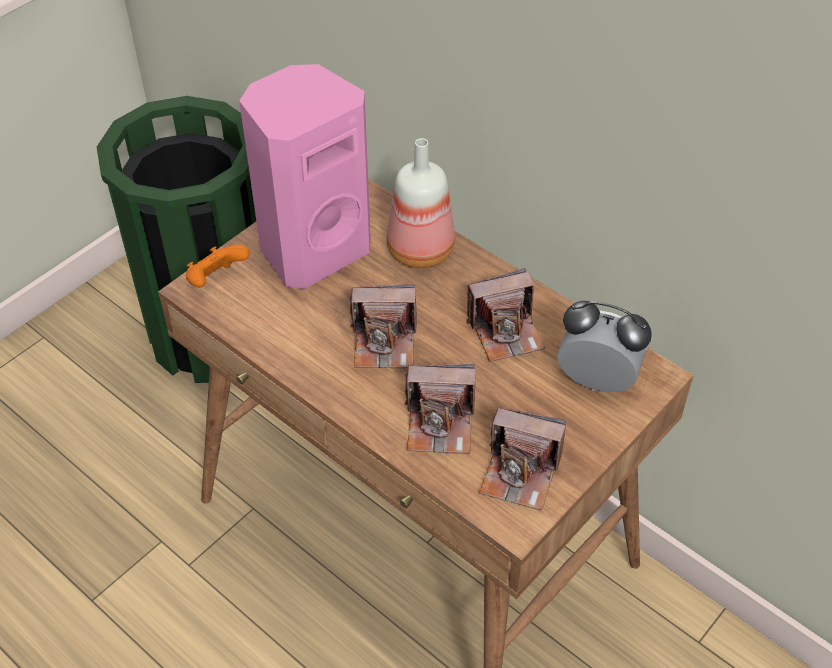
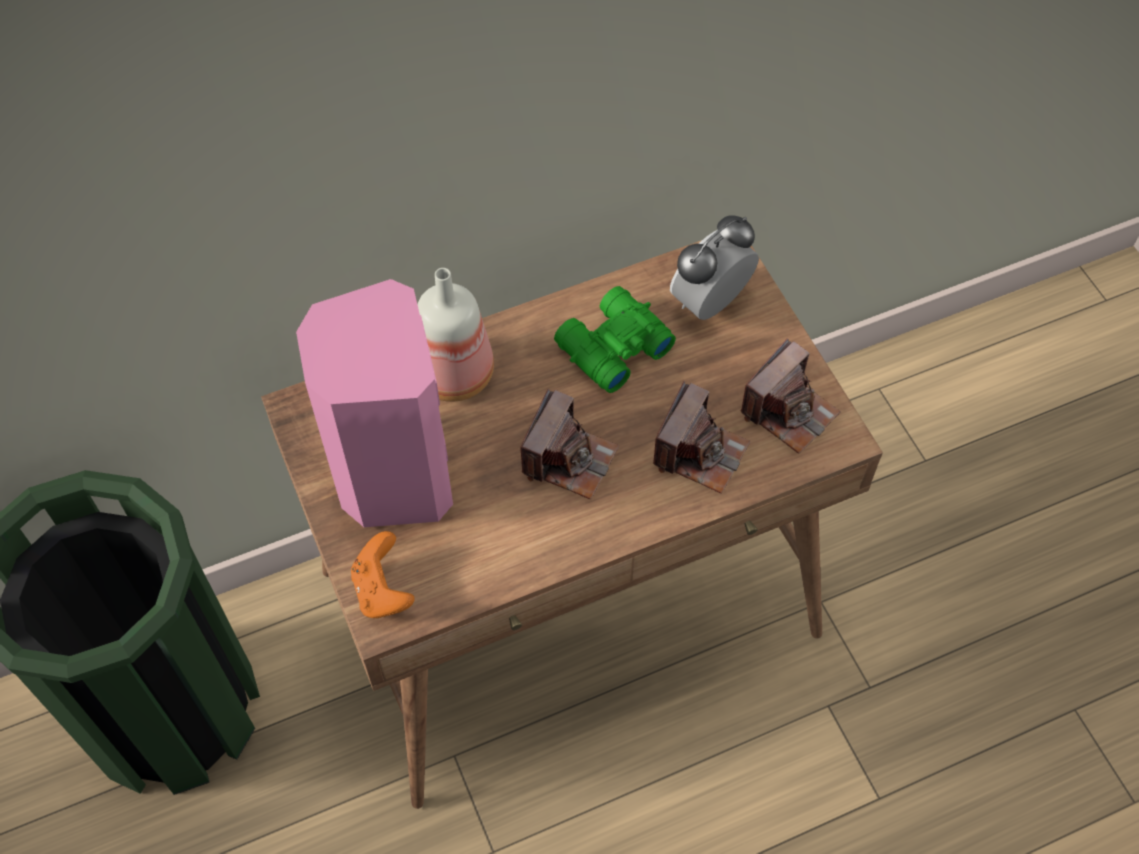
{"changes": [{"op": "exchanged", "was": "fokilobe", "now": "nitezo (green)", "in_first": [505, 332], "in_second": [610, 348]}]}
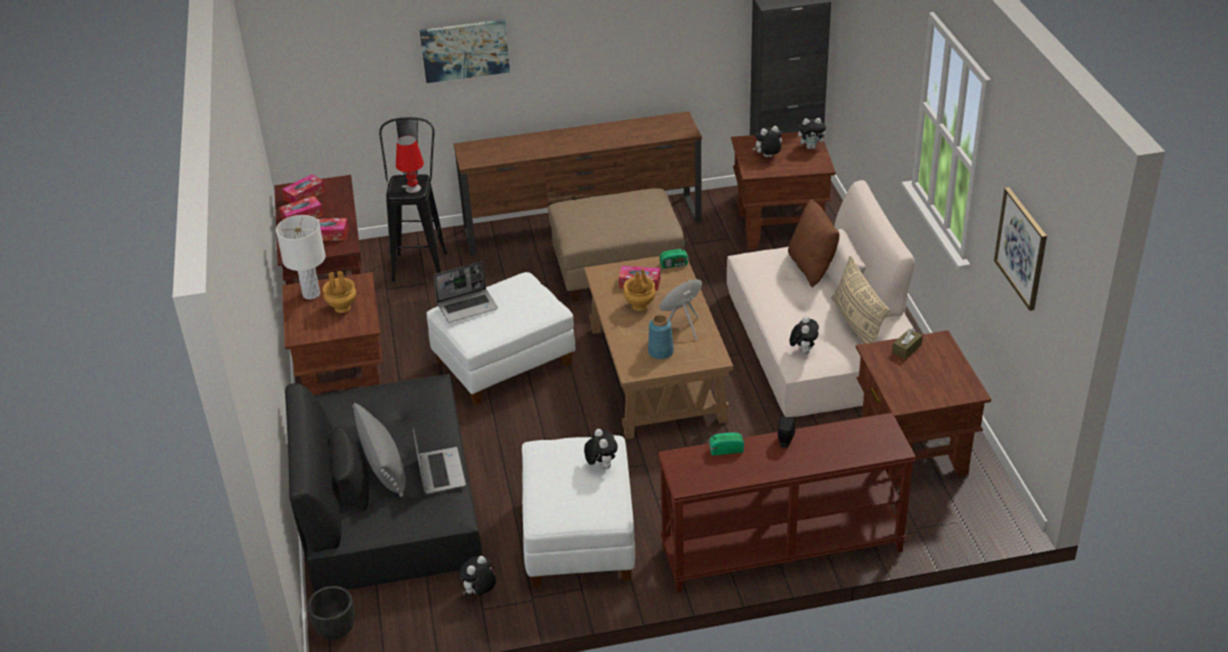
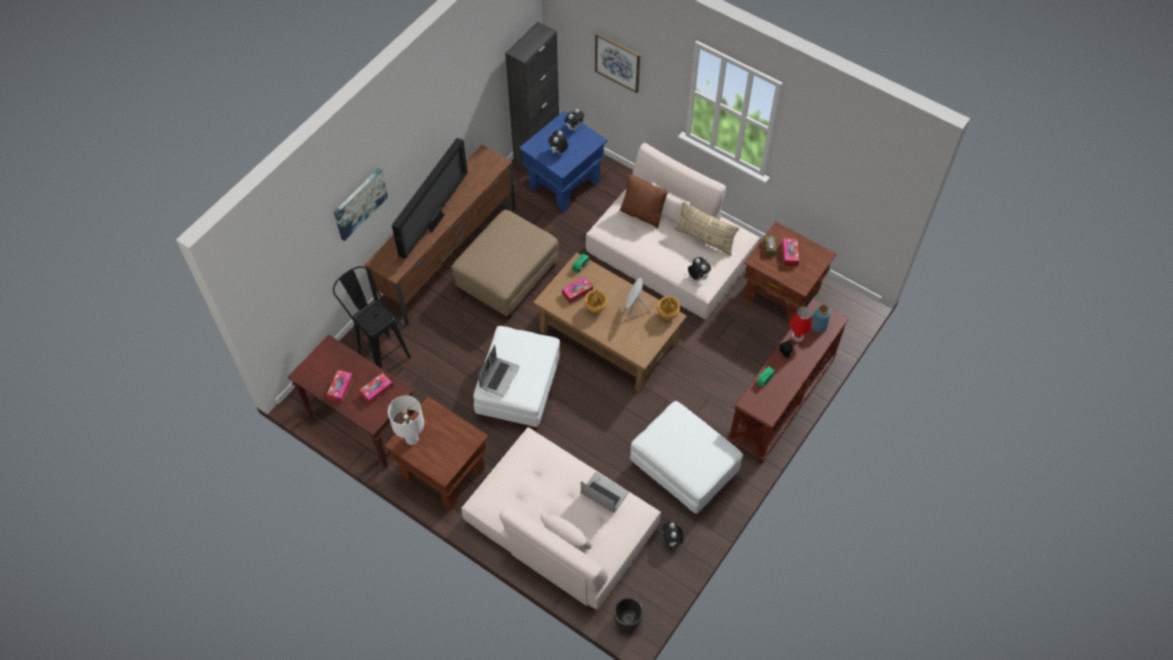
{"changes": [{"op": "missing", "was": "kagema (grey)", "in_first": [383, 464]}, {"op": "missing", "was": "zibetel", "in_first": [601, 465]}, {"op": "appeared", "now": "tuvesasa", "in_second": [435, 221]}, {"op": "relocated", "was": "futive", "in_first": [305, 195], "in_second": [789, 254]}, {"op": "relocated", "was": "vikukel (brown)", "in_first": [342, 308], "in_second": [667, 315]}, {"op": "relocated", "was": "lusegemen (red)", "in_first": [413, 188], "in_second": [797, 336]}, {"op": "relocated", "was": "vikukel (blue)", "in_first": [661, 352], "in_second": [818, 324]}, {"op": "relocated", "was": "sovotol", "in_first": [1021, 248], "in_second": [617, 62]}, {"op": "colour", "was": "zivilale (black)", "now": "zivilale (beige)", "in_first": [389, 499], "in_second": [561, 525]}, {"op": "colour", "was": "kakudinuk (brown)", "now": "kakudinuk (blue)", "in_first": [779, 227], "in_second": [564, 184]}]}
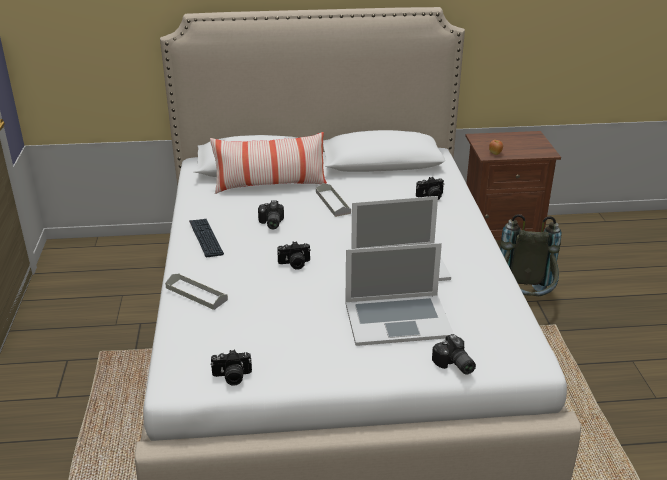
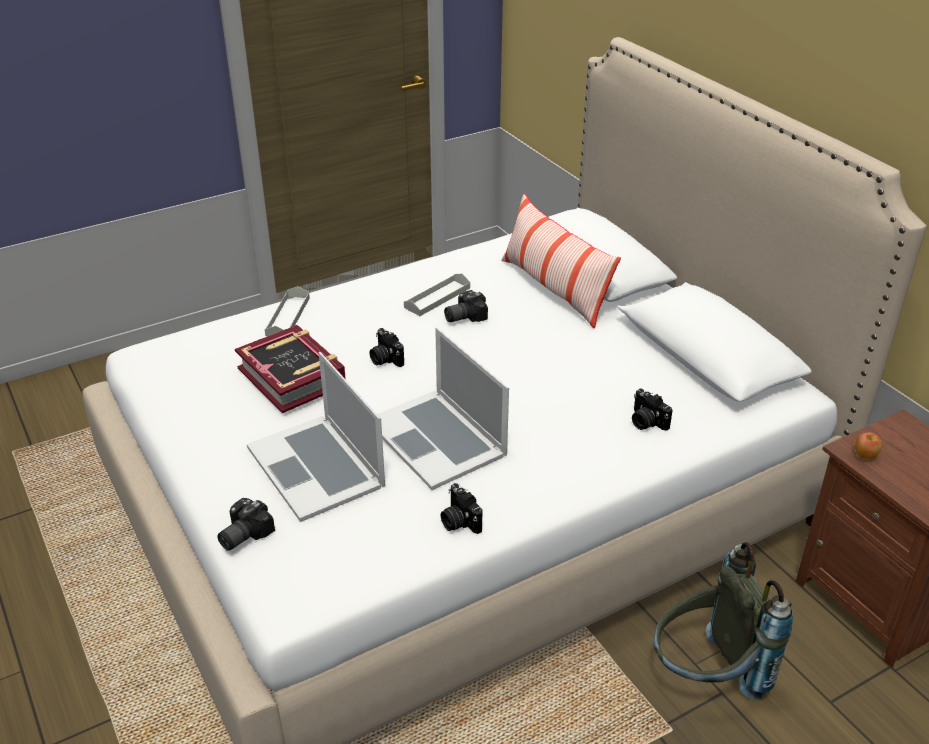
{"changes": [{"op": "missing", "was": "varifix", "in_first": [205, 238]}, {"op": "appeared", "now": "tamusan", "in_second": [292, 377]}, {"op": "relocated", "was": "fokilobe", "in_first": [232, 377], "in_second": [459, 521]}, {"op": "relocated", "was": "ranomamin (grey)", "in_first": [333, 202], "in_second": [437, 297]}]}
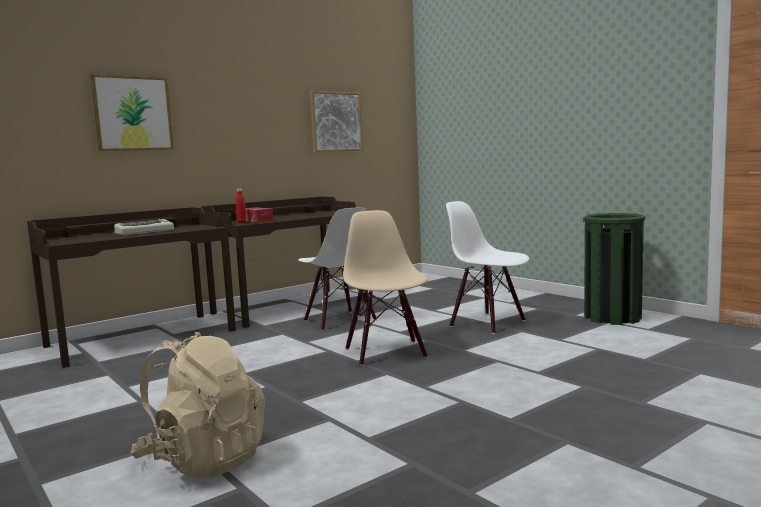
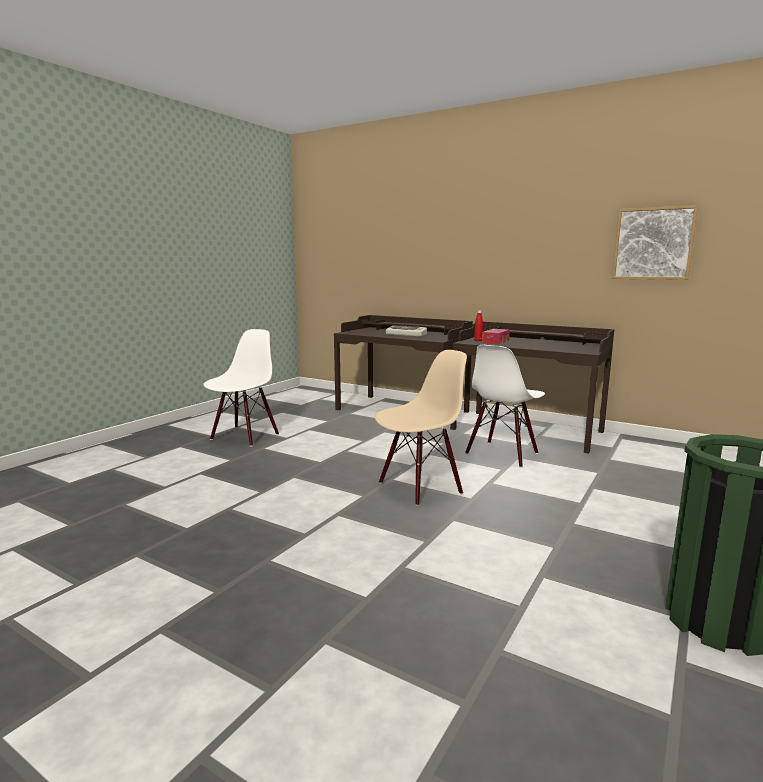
{"changes": [{"op": "missing", "was": "sovotol", "in_first": [133, 113]}, {"op": "missing", "was": "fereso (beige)", "in_first": [203, 460]}, {"op": "relocated", "was": "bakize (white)", "in_first": [488, 323], "in_second": [244, 436]}]}
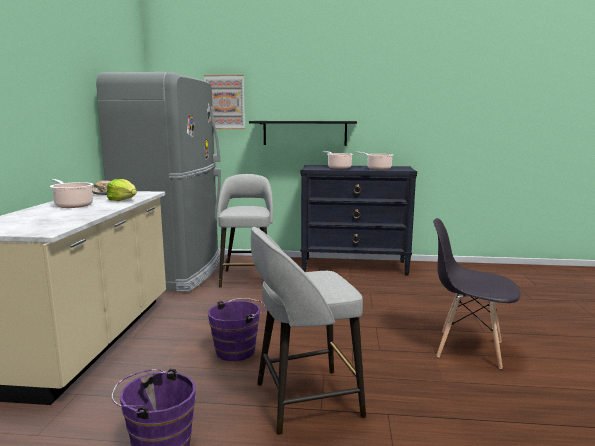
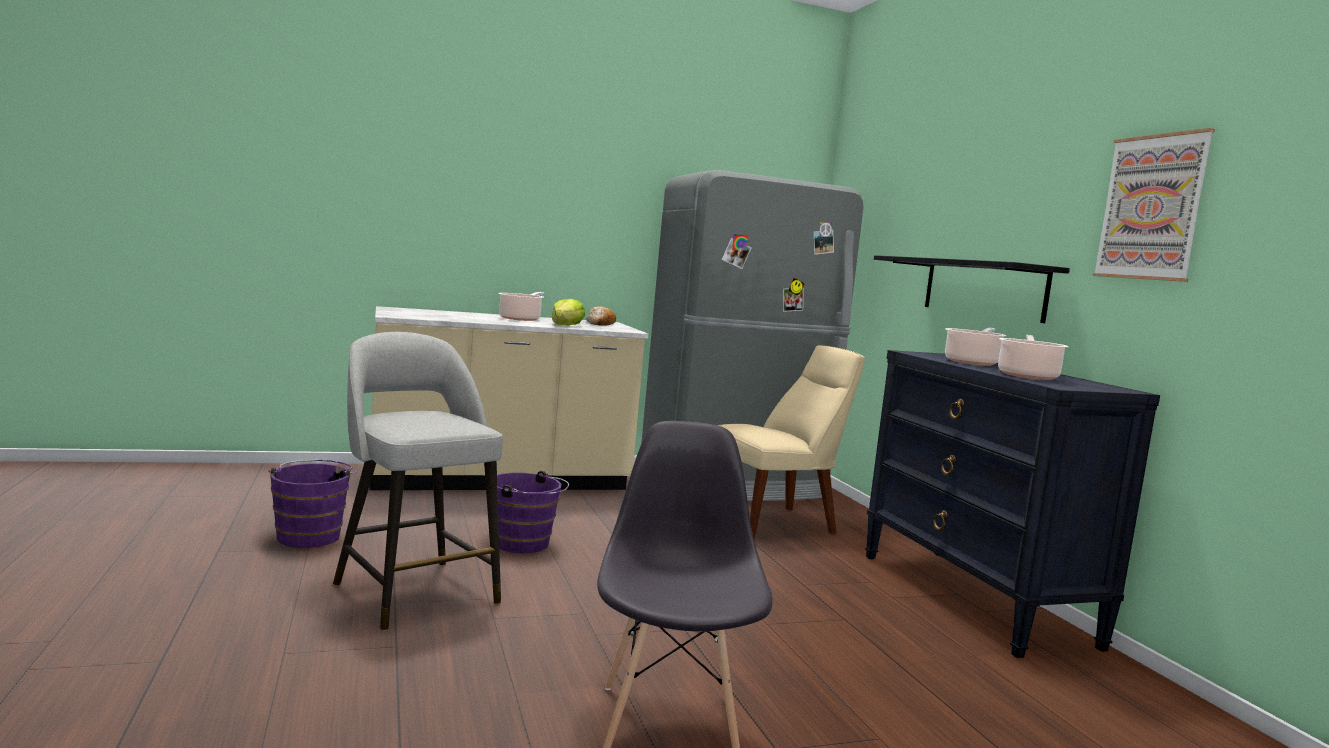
{"changes": [{"op": "relocated", "was": "sovotol", "in_first": [225, 102], "in_second": [1152, 207]}, {"op": "exchanged", "was": "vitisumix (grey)", "now": "bakize (beige)", "in_first": [247, 278], "in_second": [776, 523]}]}
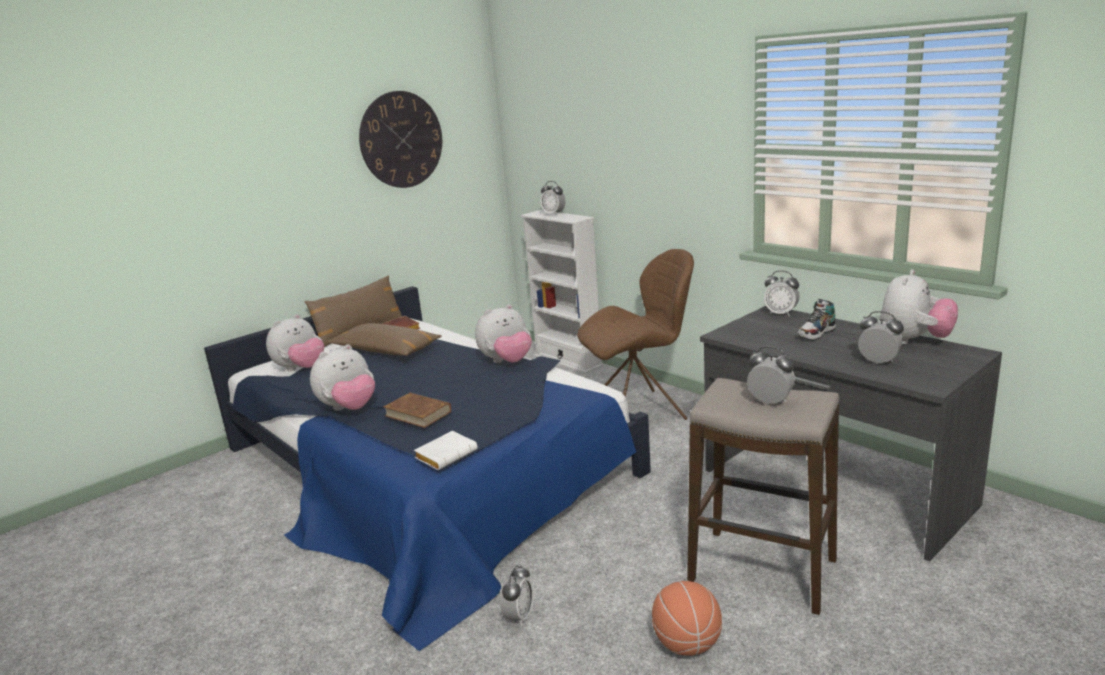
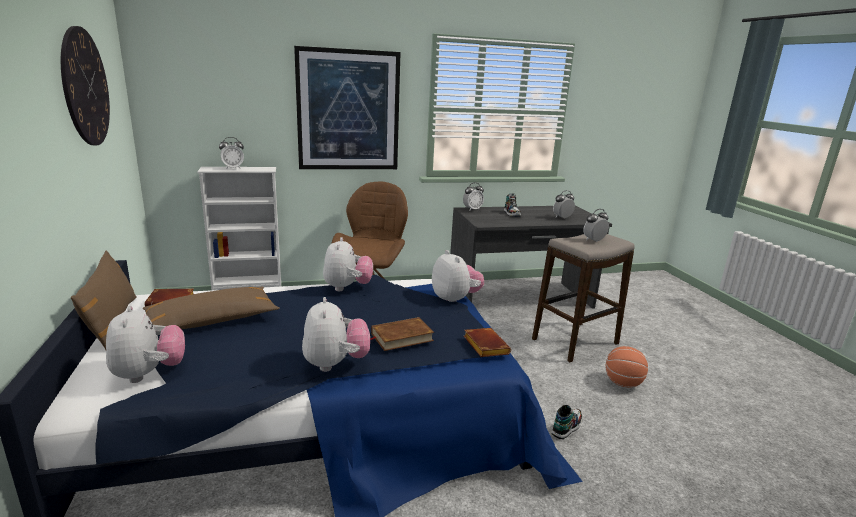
{"changes": [{"op": "appeared", "now": "sovotol", "in_second": [348, 111]}, {"op": "relocated", "was": "zibetel", "in_first": [914, 341], "in_second": [455, 299]}, {"op": "exchanged", "was": "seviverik", "now": "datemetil", "in_first": [519, 616], "in_second": [566, 427]}, {"op": "colour", "was": "tamusan (white)", "now": "tamusan (brown)", "in_first": [446, 454], "in_second": [484, 346]}]}
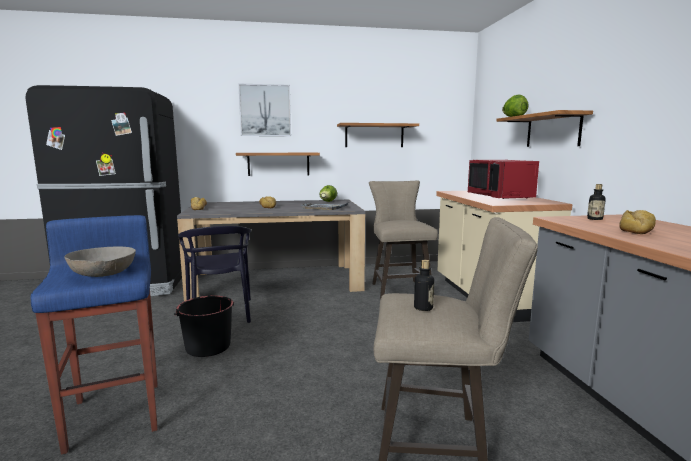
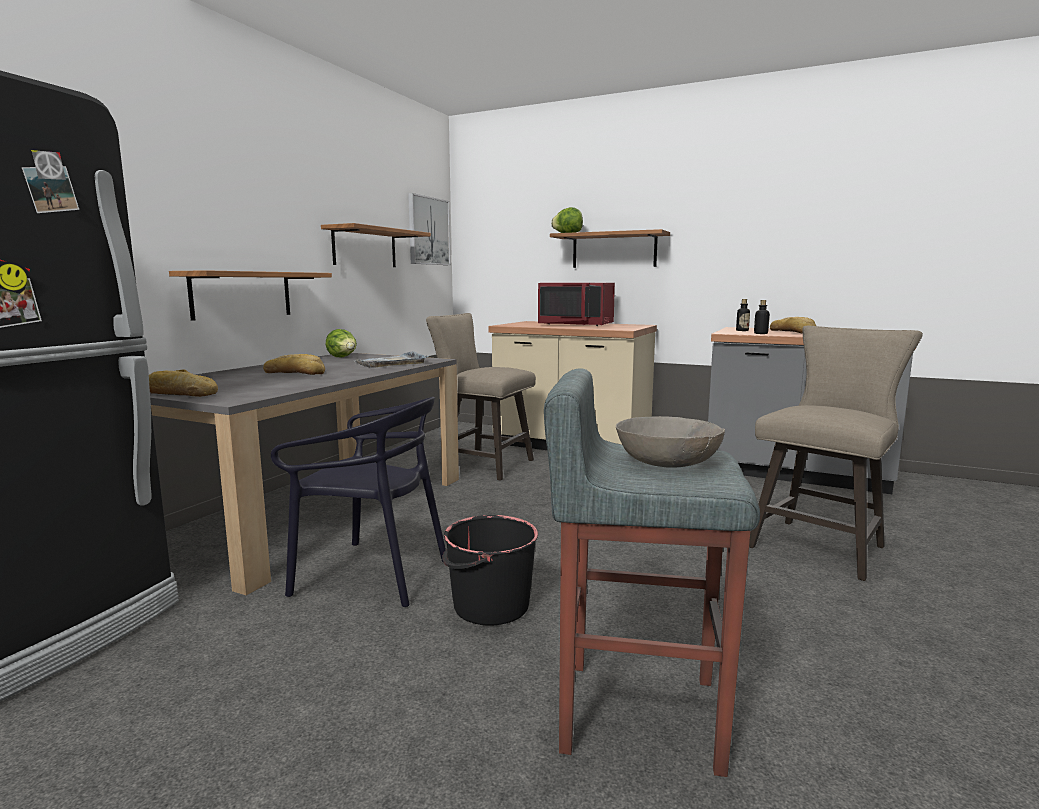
{"changes": [{"op": "relocated", "was": "sovotol", "in_first": [265, 110], "in_second": [428, 231]}, {"op": "relocated", "was": "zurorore", "in_first": [423, 308], "in_second": [760, 333]}, {"op": "colour", "was": "vitisumix (blue)", "now": "vitisumix (grey)", "in_first": [117, 413], "in_second": [637, 712]}]}
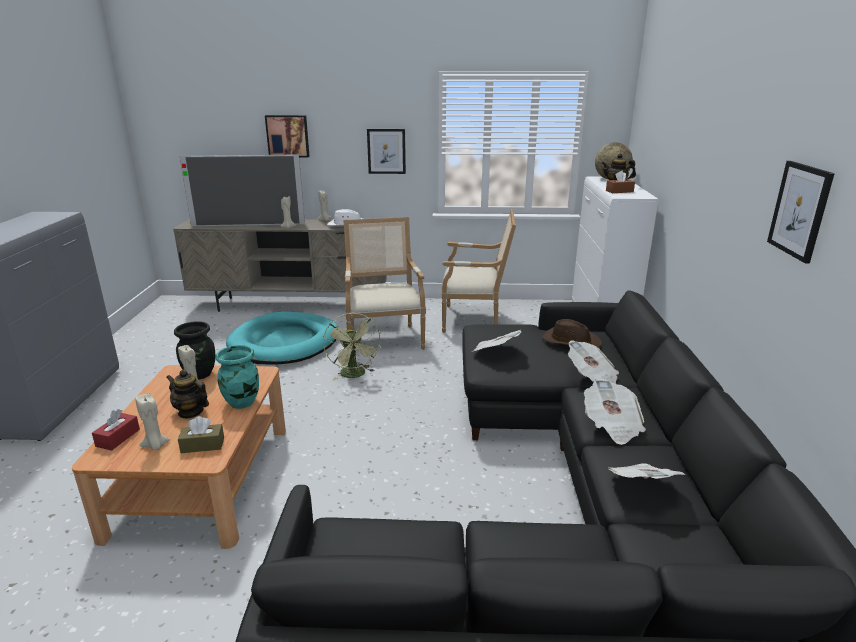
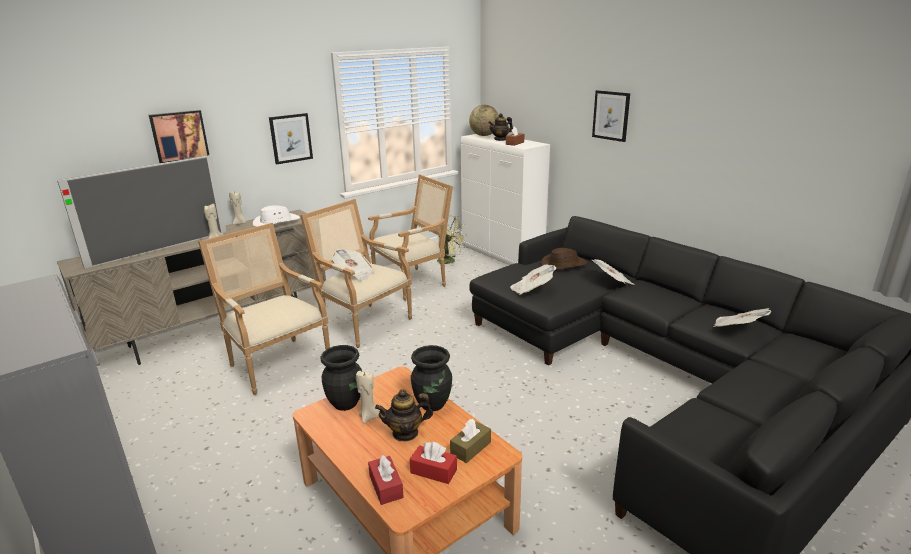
{"changes": [{"op": "relocated", "was": "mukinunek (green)", "in_first": [355, 375], "in_second": [450, 261]}, {"op": "relocated", "was": "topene", "in_first": [612, 425], "in_second": [354, 274]}, {"op": "relocated", "was": "sovotol", "in_first": [800, 210], "in_second": [611, 115]}, {"op": "exchanged", "was": "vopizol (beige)", "now": "futive (red)", "in_first": [155, 446], "in_second": [433, 471]}, {"op": "exchanged", "was": "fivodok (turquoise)", "now": "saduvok", "in_first": [285, 343], "in_second": [276, 363]}, {"op": "colour", "was": "vikukel (turquoise)", "now": "vikukel (black)", "in_first": [242, 403], "in_second": [433, 404]}]}
